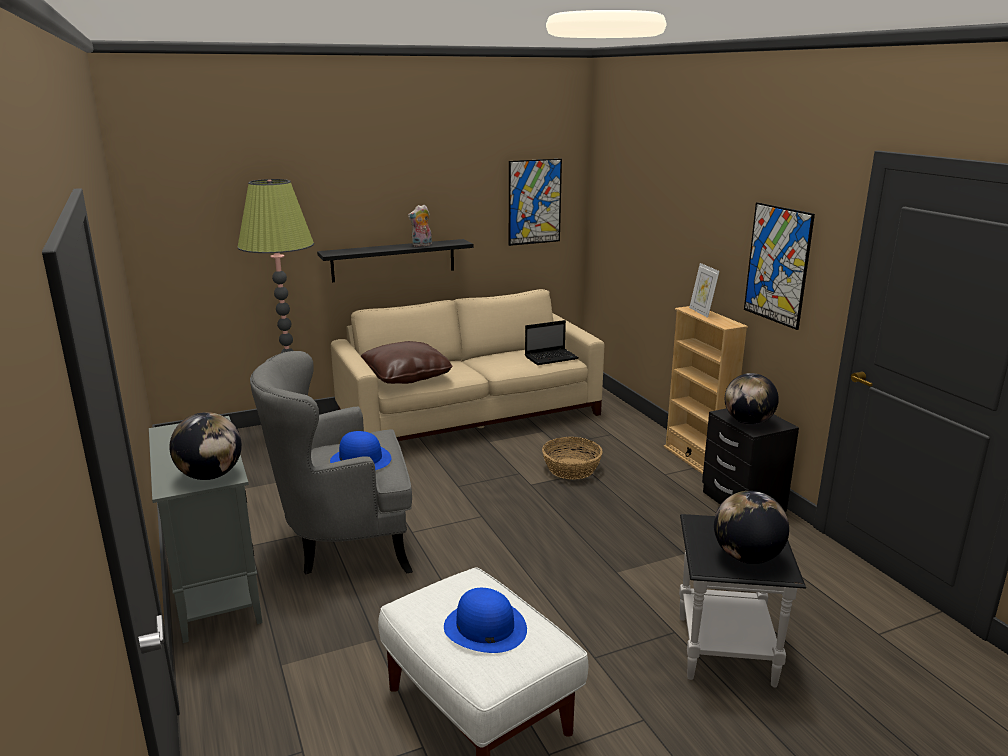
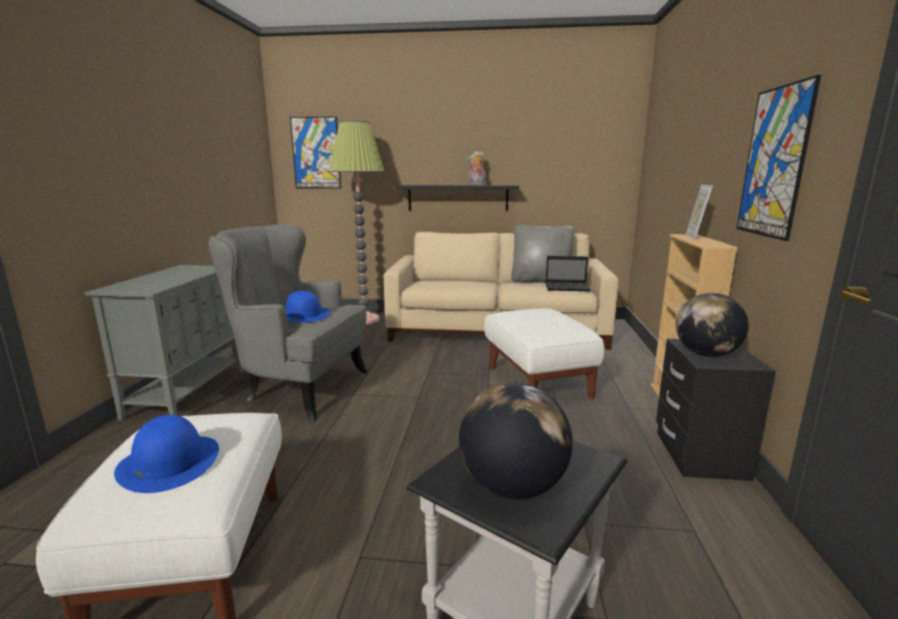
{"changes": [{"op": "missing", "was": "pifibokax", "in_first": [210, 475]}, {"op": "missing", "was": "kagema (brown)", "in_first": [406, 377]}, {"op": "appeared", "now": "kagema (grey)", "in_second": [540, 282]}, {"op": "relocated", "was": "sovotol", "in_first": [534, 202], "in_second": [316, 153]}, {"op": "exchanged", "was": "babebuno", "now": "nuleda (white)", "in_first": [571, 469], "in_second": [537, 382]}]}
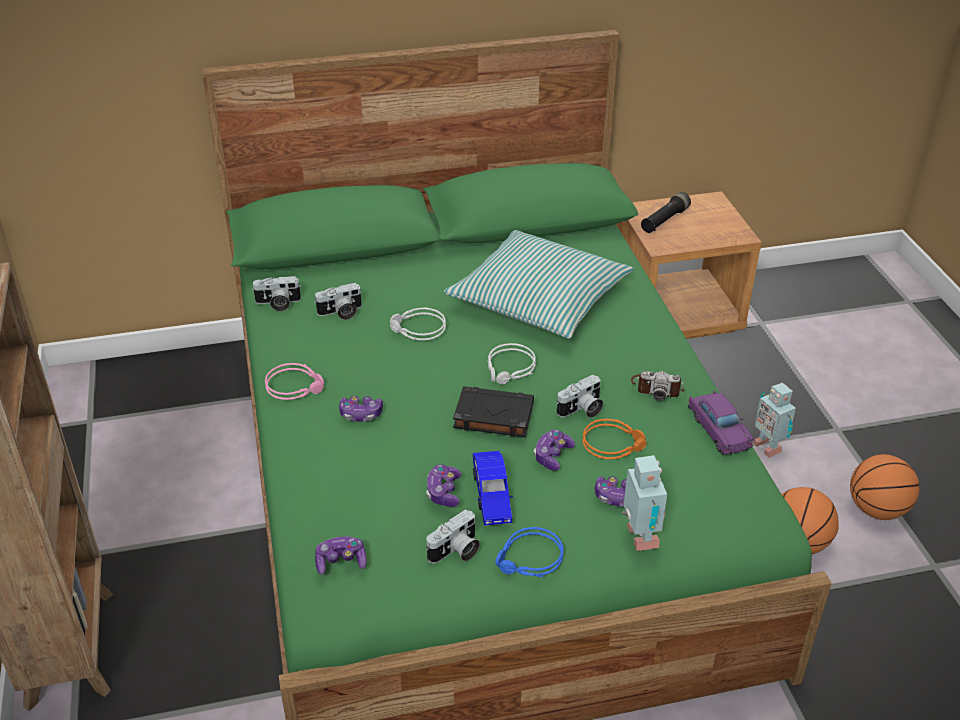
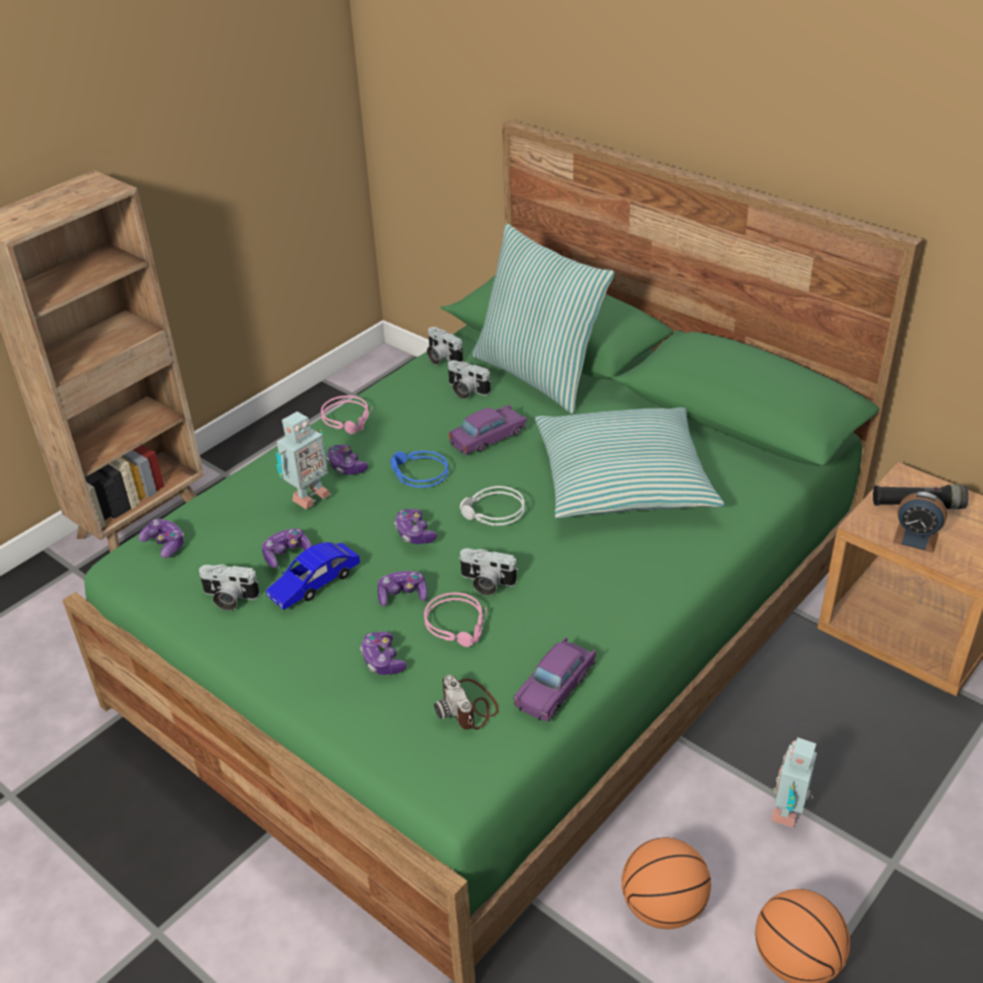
{"changes": [{"op": "appeared", "now": "kagema", "in_second": [539, 375]}, {"op": "appeared", "now": "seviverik", "in_second": [916, 538]}, {"op": "relocated", "was": "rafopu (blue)", "in_first": [529, 560], "in_second": [417, 474]}, {"op": "relocated", "was": "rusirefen", "in_first": [639, 539], "in_second": [308, 497]}, {"op": "relocated", "was": "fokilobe", "in_first": [657, 388], "in_second": [468, 707]}, {"op": "exchanged", "was": "rafopu (grey)", "now": "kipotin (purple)", "in_first": [417, 330], "in_second": [488, 438]}, {"op": "exchanged", "was": "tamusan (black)", "now": "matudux", "in_first": [492, 416], "in_second": [414, 534]}, {"op": "colour", "was": "rafopu (orange)", "now": "rafopu (pink)", "in_first": [613, 443], "in_second": [459, 625]}]}
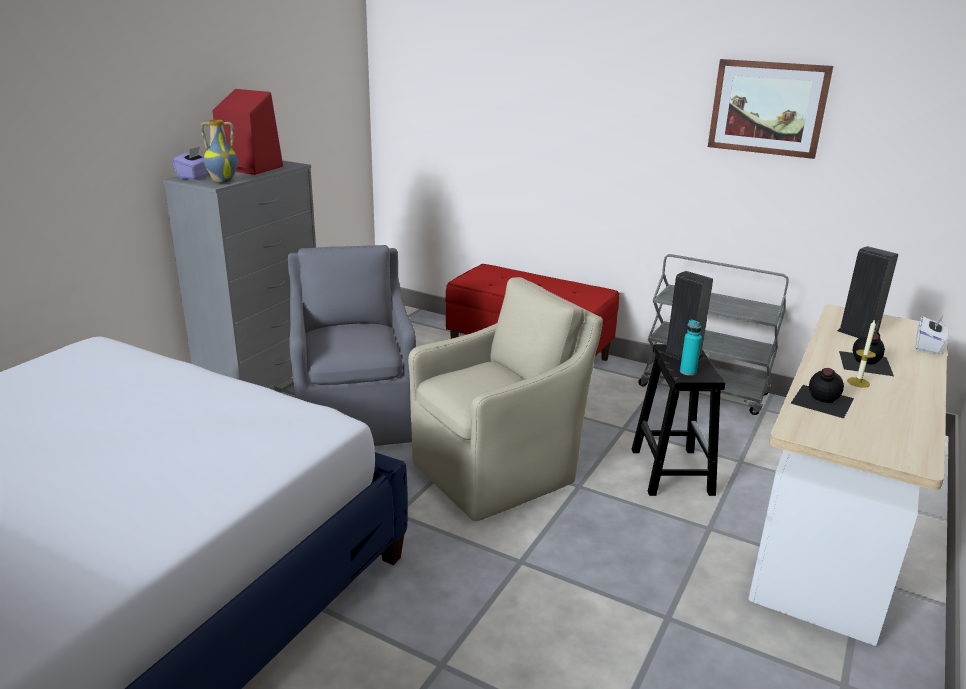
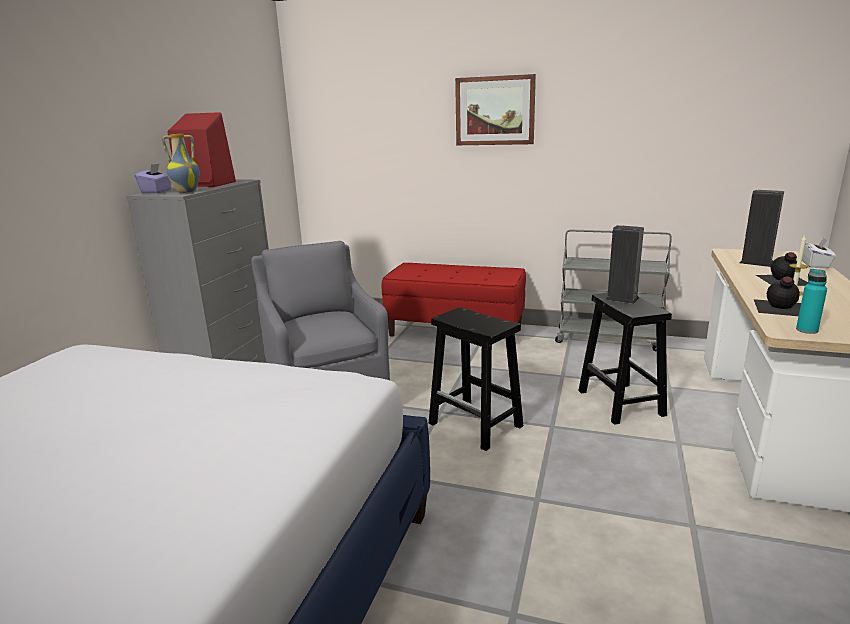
{"changes": [{"op": "relocated", "was": "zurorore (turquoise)", "in_first": [688, 372], "in_second": [806, 330]}, {"op": "relocated", "was": "sovotol", "in_first": [767, 108], "in_second": [495, 111]}, {"op": "exchanged", "was": "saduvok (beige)", "now": "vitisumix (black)", "in_first": [498, 471], "in_second": [476, 425]}]}
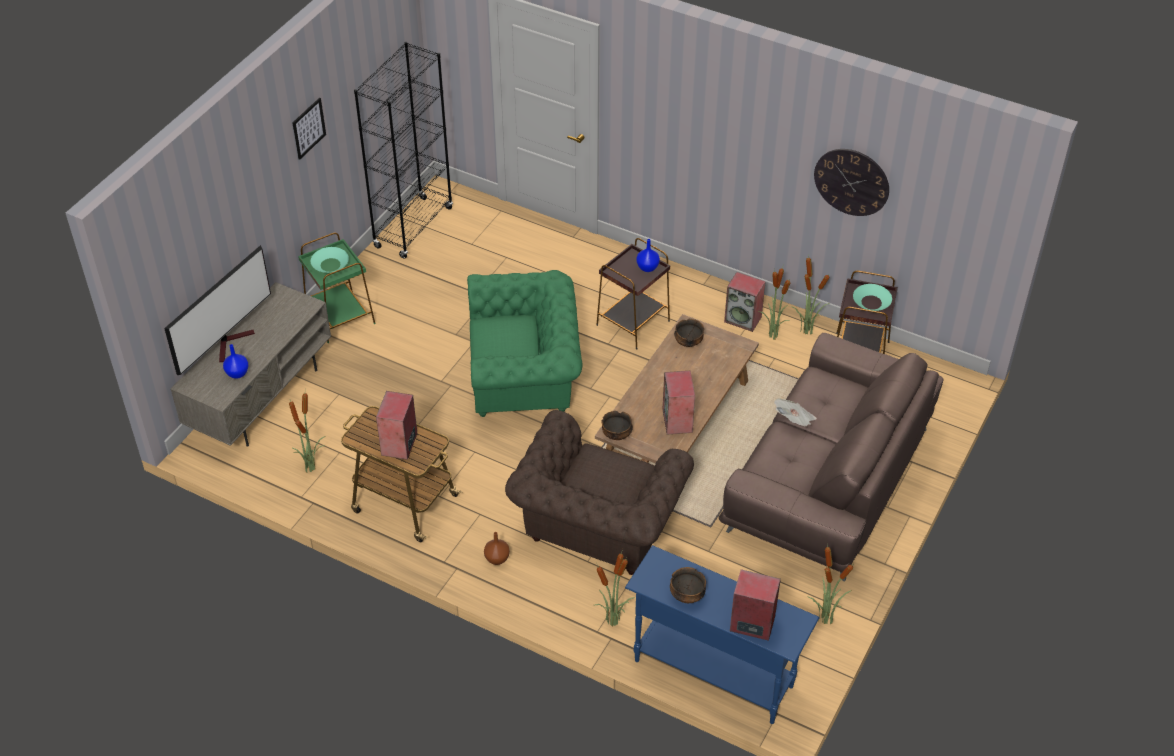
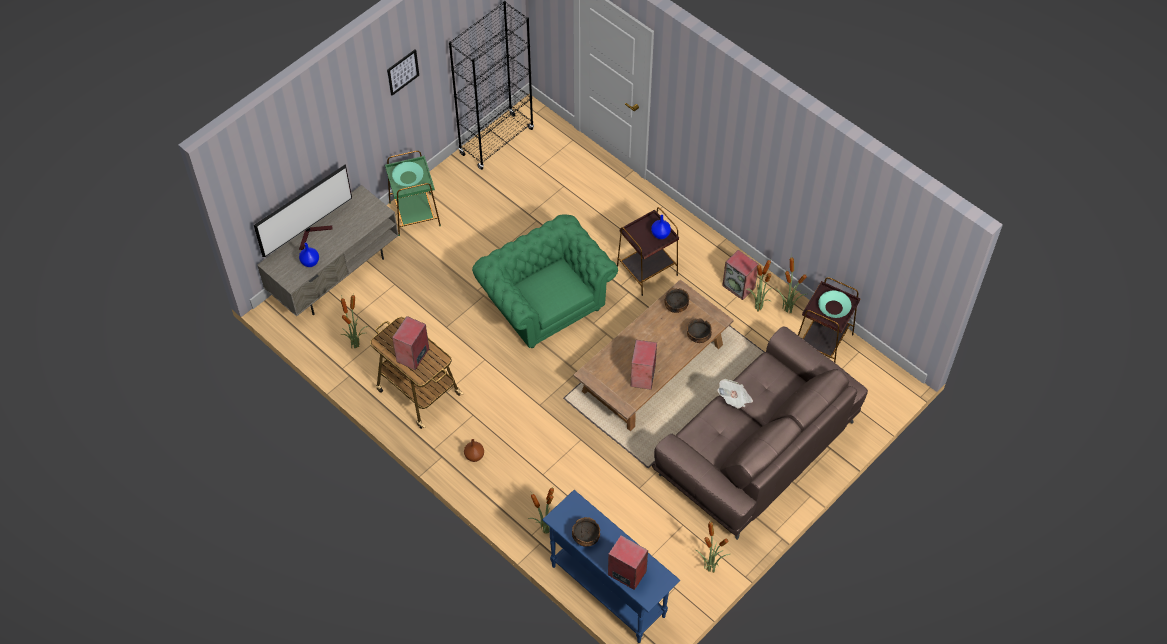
{"changes": [{"op": "missing", "was": "saduvok (brown)", "in_first": [597, 528]}, {"op": "missing", "was": "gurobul", "in_first": [851, 182]}, {"op": "relocated", "was": "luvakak", "in_first": [617, 435], "in_second": [698, 337]}, {"op": "spun", "was": "saduvok (green)", "in_first": [525, 378], "in_second": [544, 302], "clockwise": -135}]}
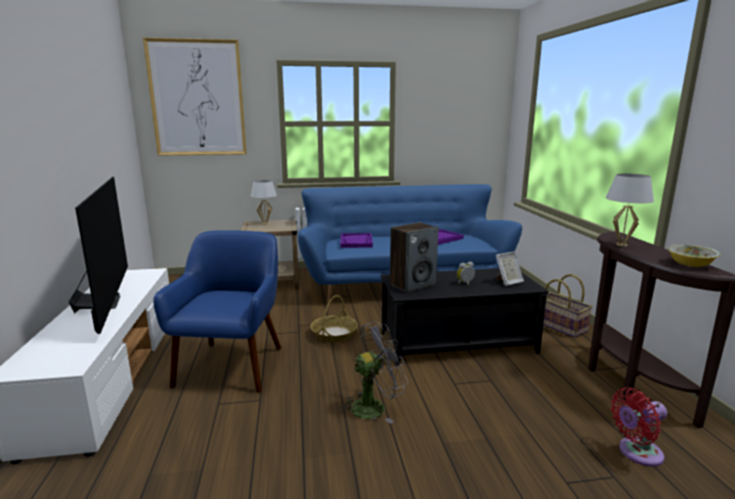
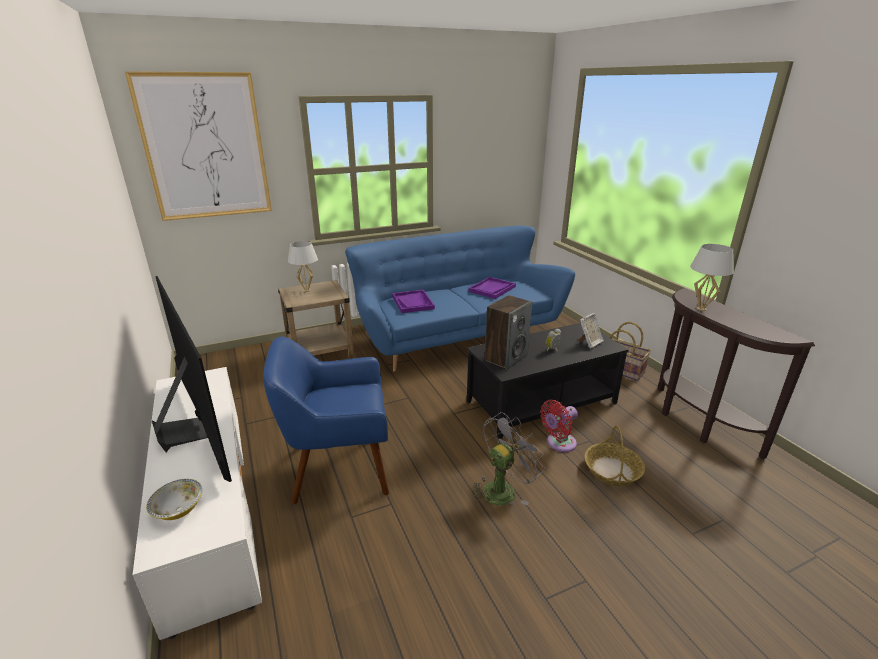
{"changes": [{"op": "relocated", "was": "babebuno", "in_first": [334, 334], "in_second": [612, 470]}, {"op": "relocated", "was": "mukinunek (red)", "in_first": [636, 453], "in_second": [559, 443]}, {"op": "relocated", "was": "luvakak", "in_first": [690, 264], "in_second": [178, 510]}, {"op": "spun", "was": "saduvok (blue)", "in_first": [232, 365], "in_second": [338, 467], "clockwise": -90}]}
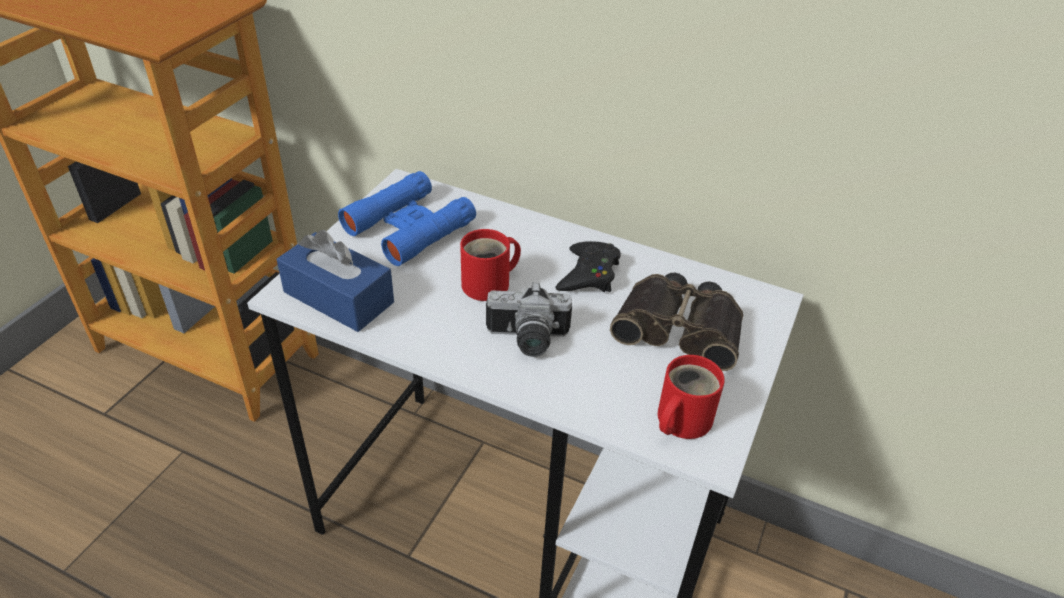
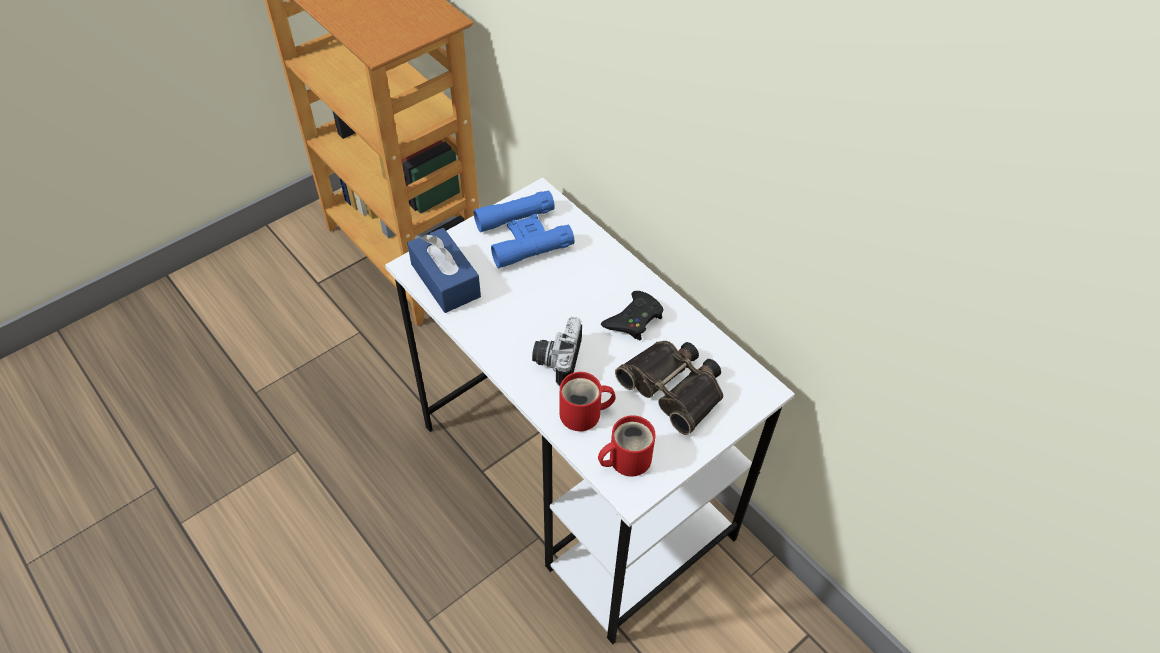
{"changes": [{"op": "relocated", "was": "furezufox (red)", "in_first": [490, 284], "in_second": [584, 414]}, {"op": "spun", "was": "fokilobe", "in_first": [527, 340], "in_second": [556, 359], "clockwise": 75}]}
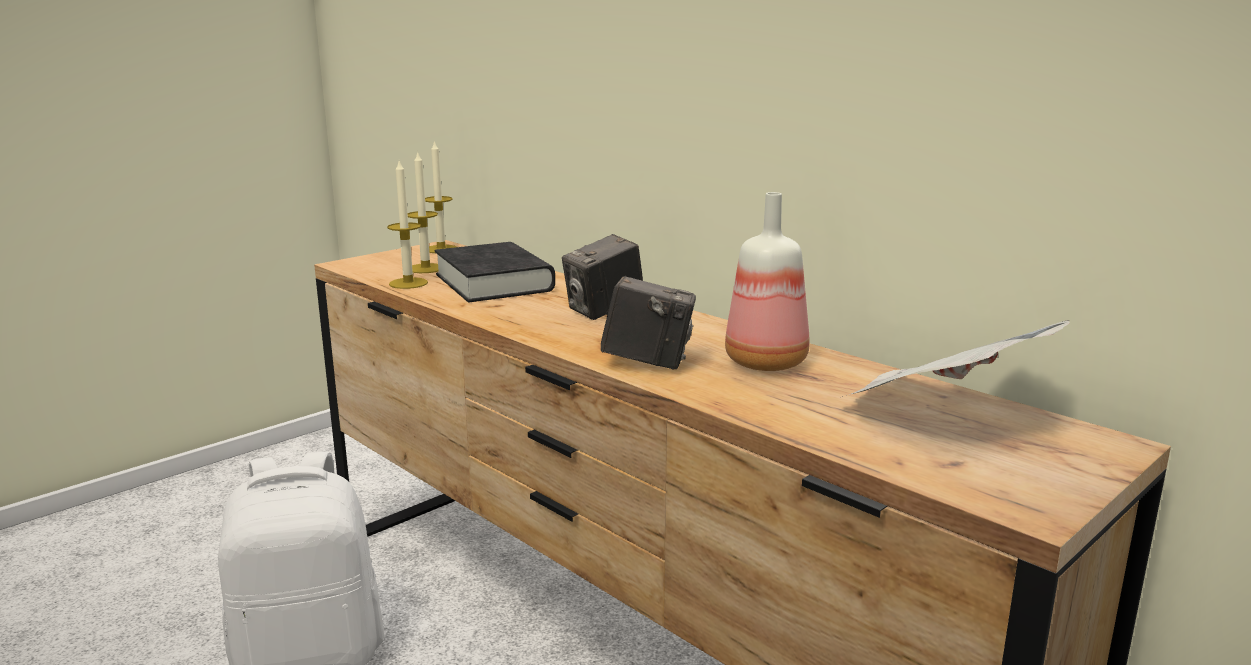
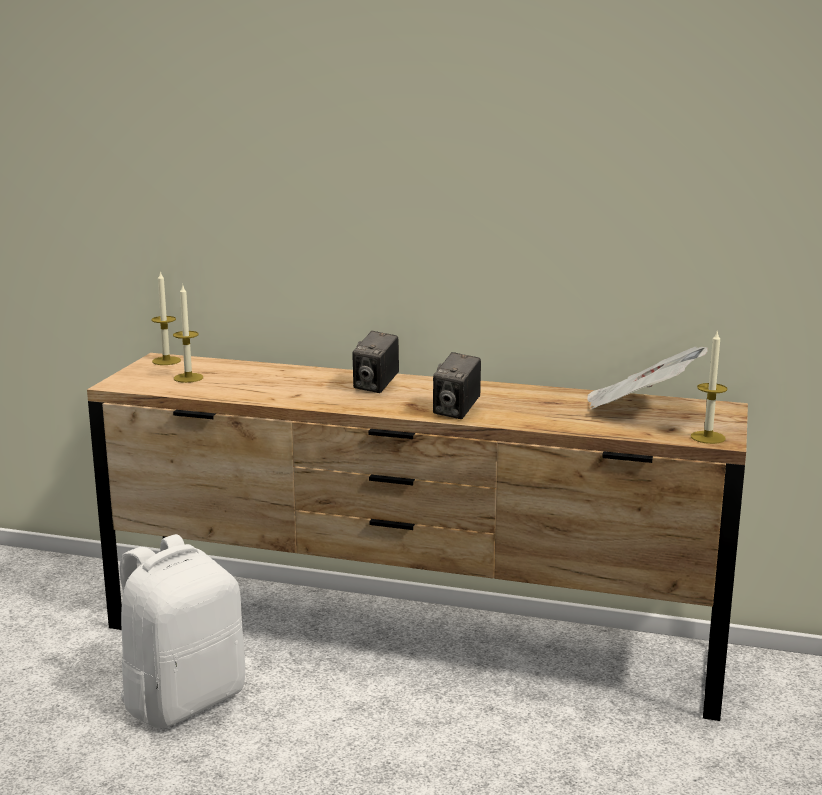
{"changes": [{"op": "missing", "was": "tamusan (black)", "in_first": [494, 283]}, {"op": "missing", "was": "zurorore", "in_first": [768, 362]}, {"op": "relocated", "was": "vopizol", "in_first": [408, 283], "in_second": [708, 437]}, {"op": "spun", "was": "fokilobe", "in_first": [648, 362], "in_second": [456, 411], "clockwise": 135}]}
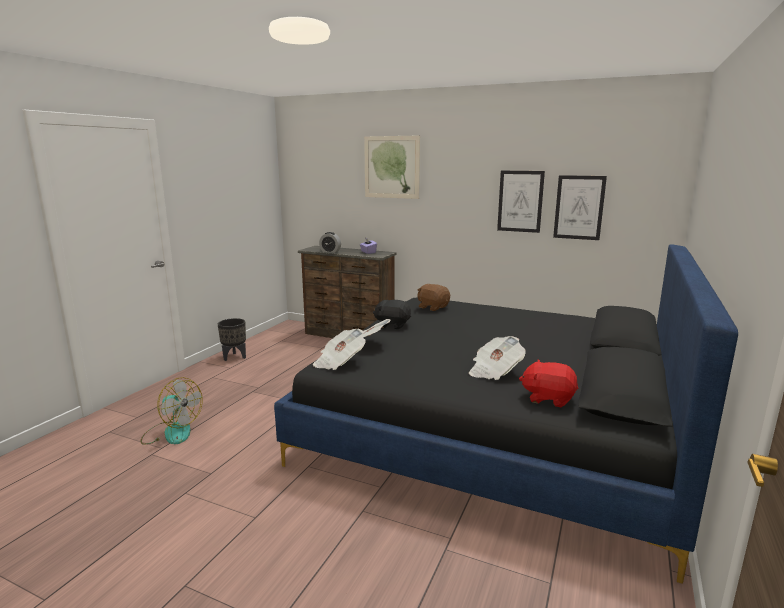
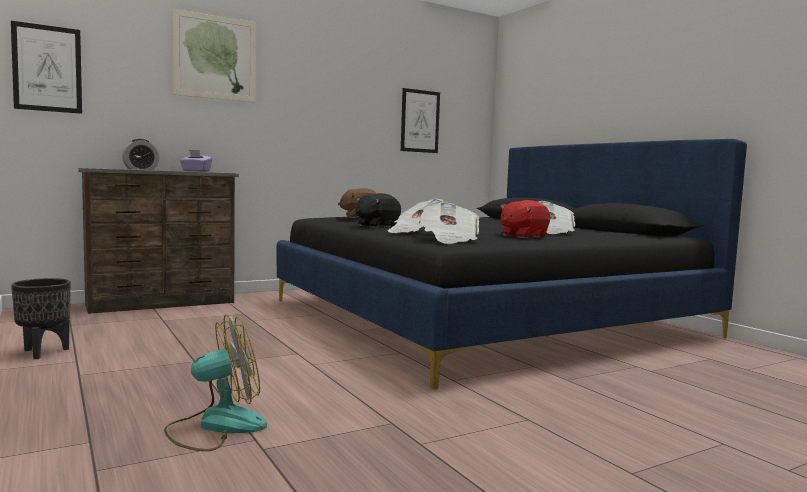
{"changes": [{"op": "relocated", "was": "sovotol", "in_first": [520, 201], "in_second": [47, 68]}, {"op": "relocated", "was": "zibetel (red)", "in_first": [548, 398], "in_second": [523, 236]}]}
